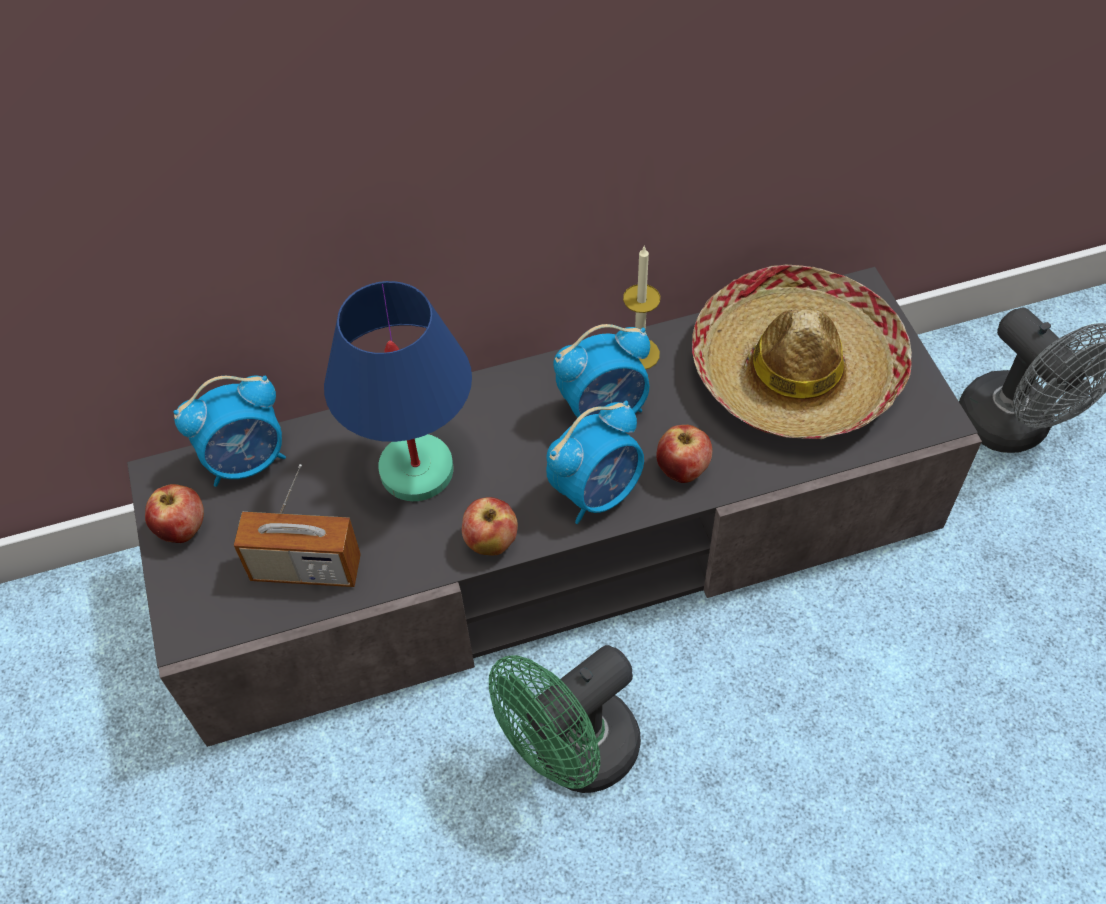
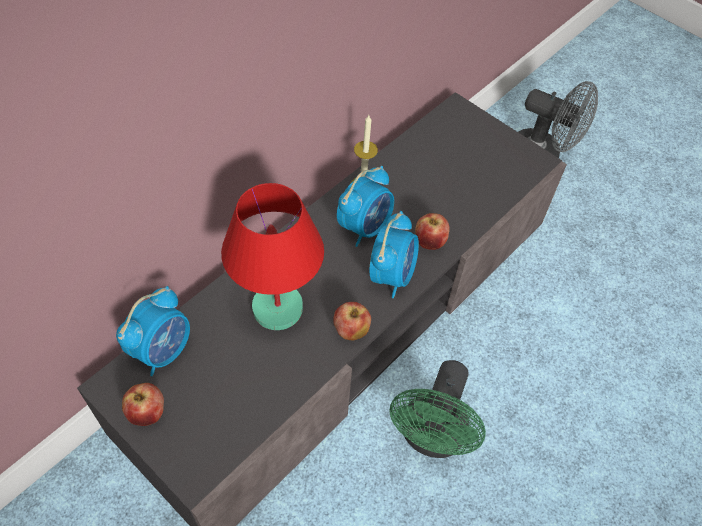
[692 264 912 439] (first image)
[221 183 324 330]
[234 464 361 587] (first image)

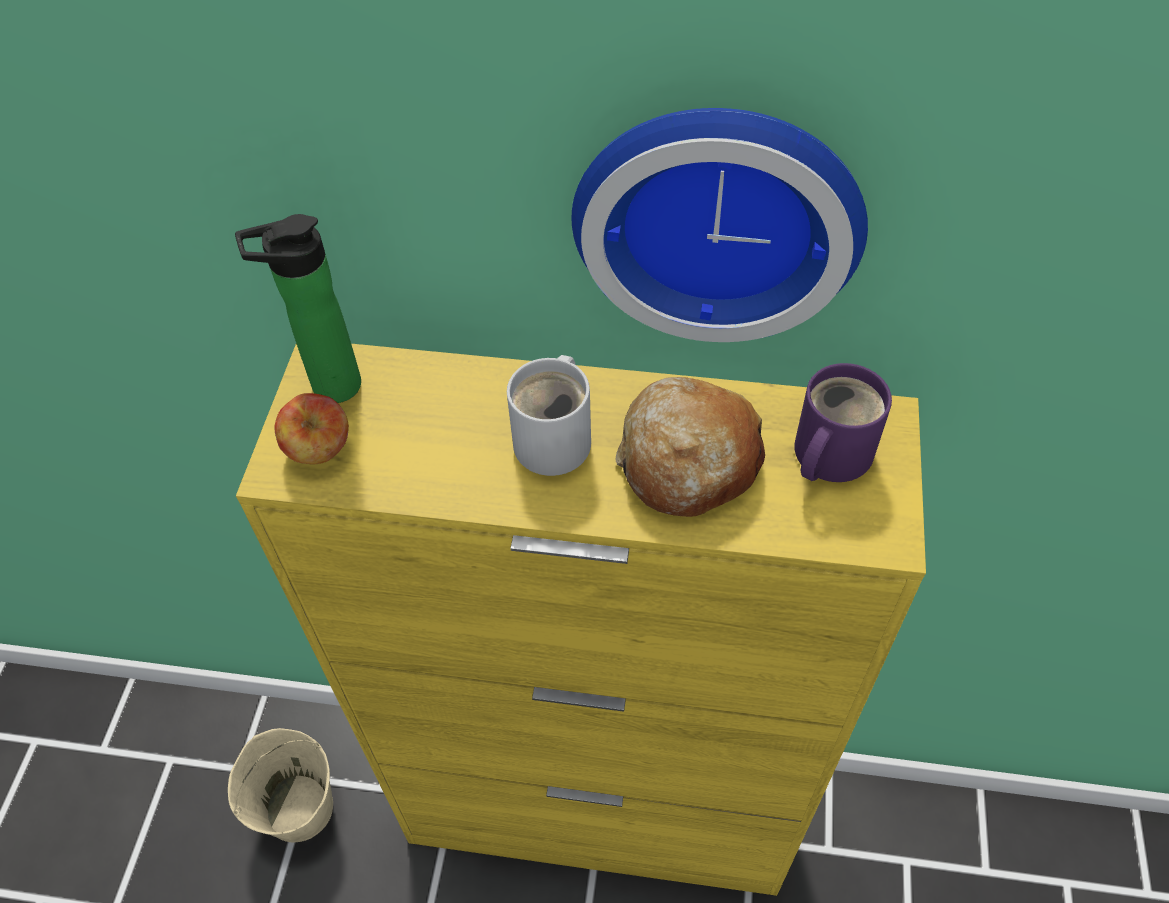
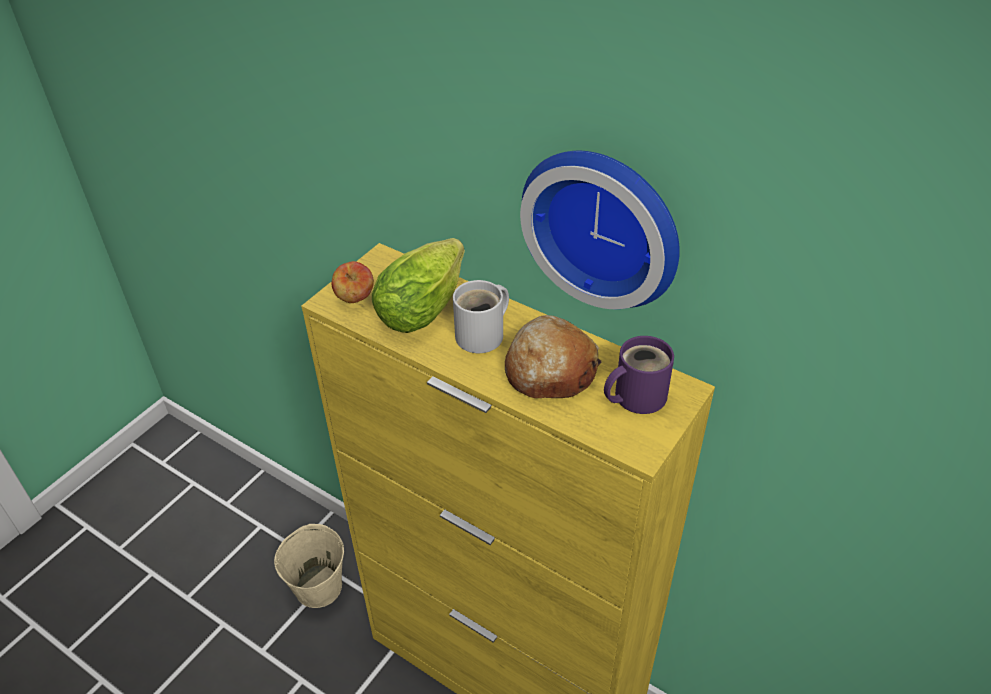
[235 214 361 403] (first image)
[372 238 465 333]

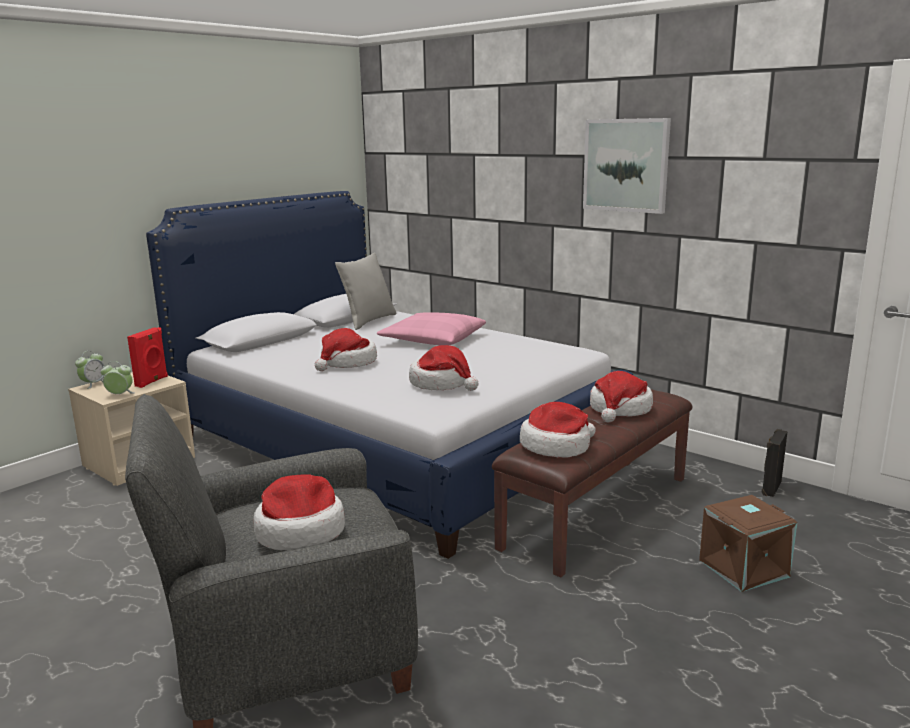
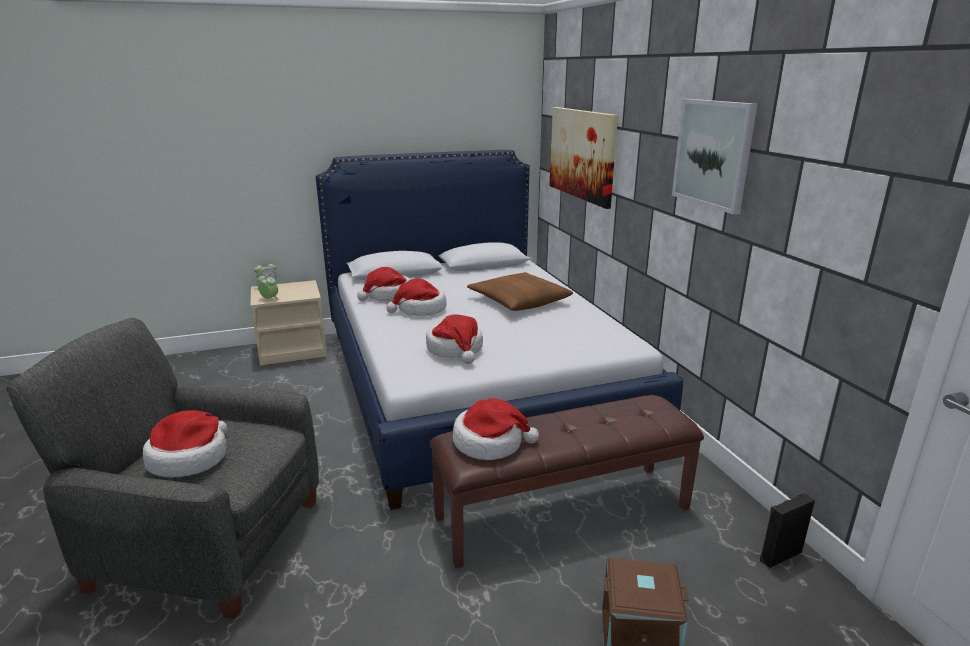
[335 253 396 330] (first image)
[467 272 573 311]
[127 327 168 388] (first image)
[357 267 411 301]
[549 107 618 209]

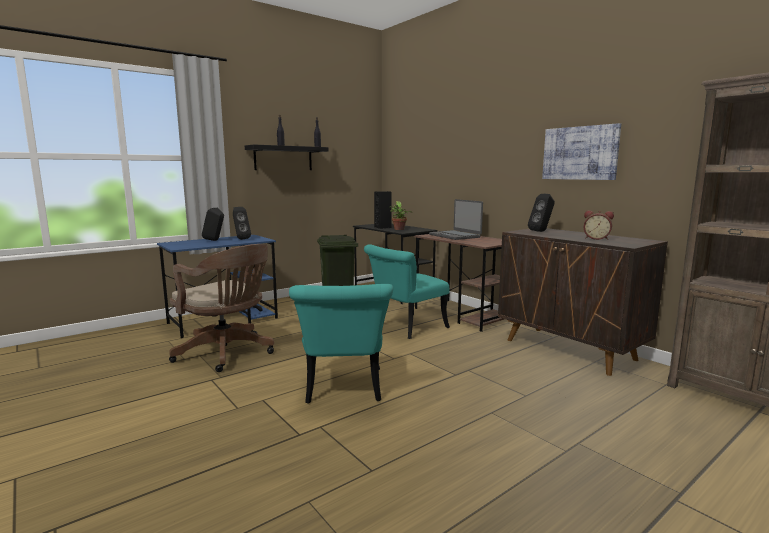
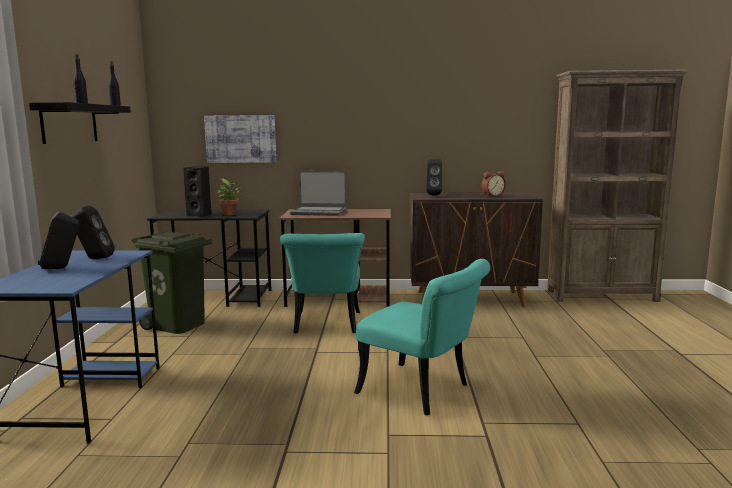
[204 115 276 163]
[169 244 274 372] (first image)

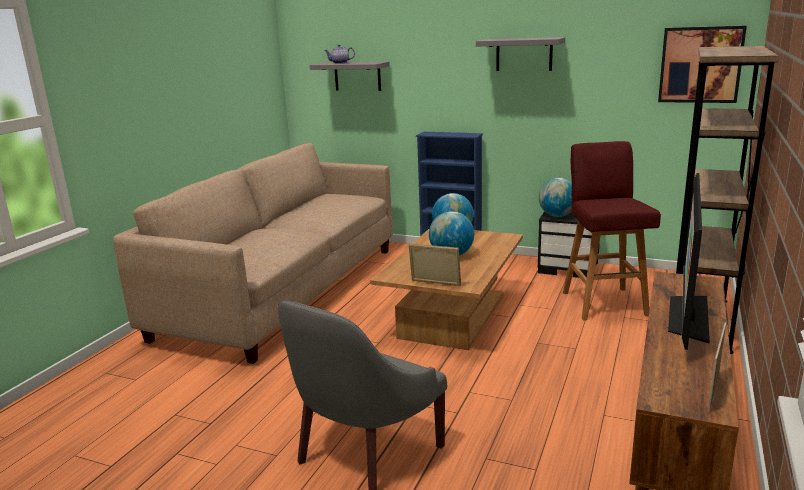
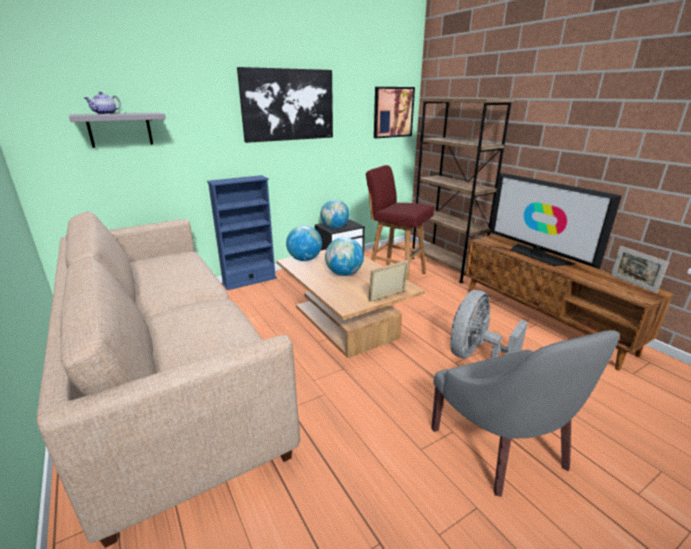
[237 67 333 143]
[450 290 528 358]

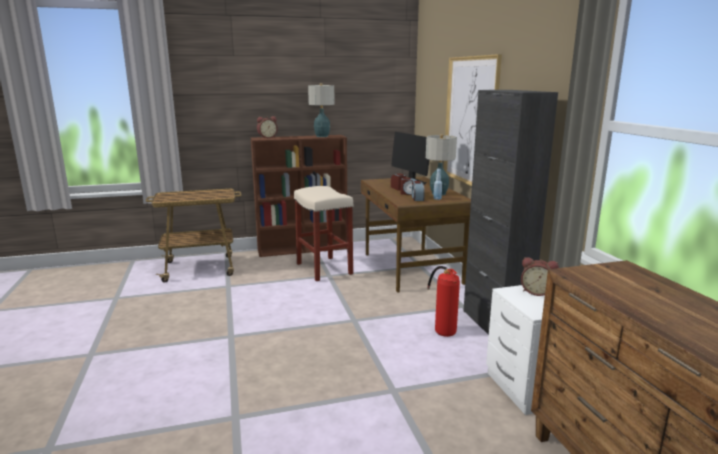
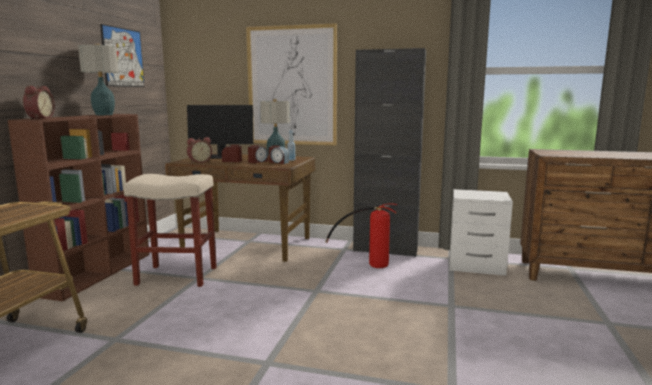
[187 137 212 163]
[100 24 145 87]

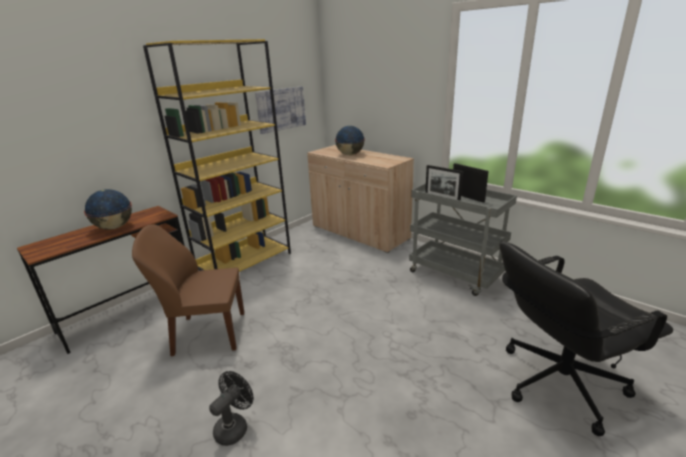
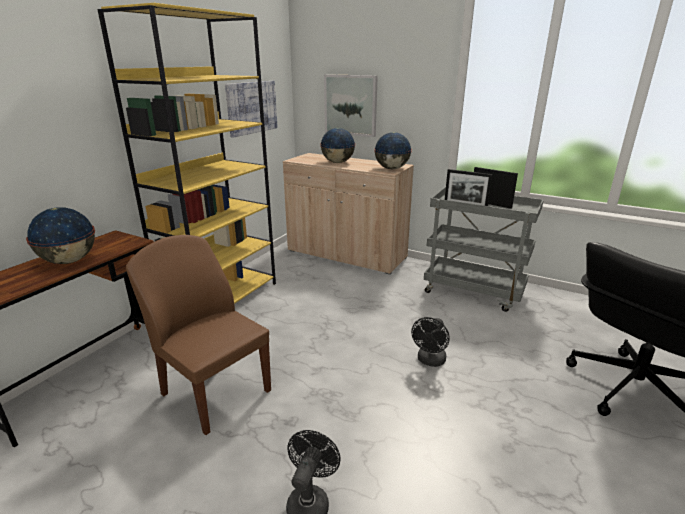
[126 235 271 435]
[324 74 378 137]
[374 132 412 169]
[411 317 450 367]

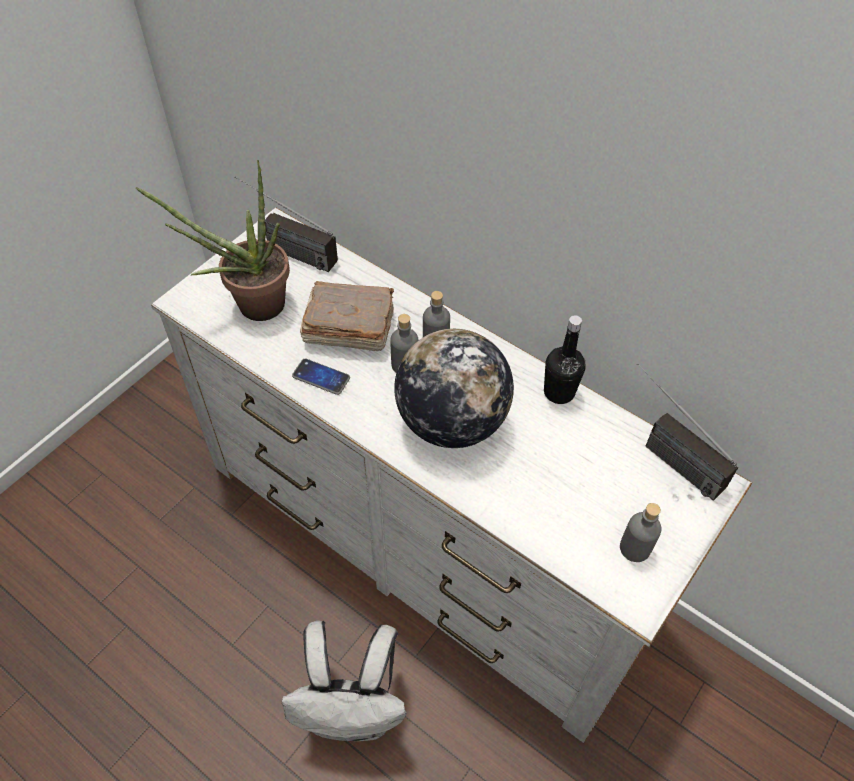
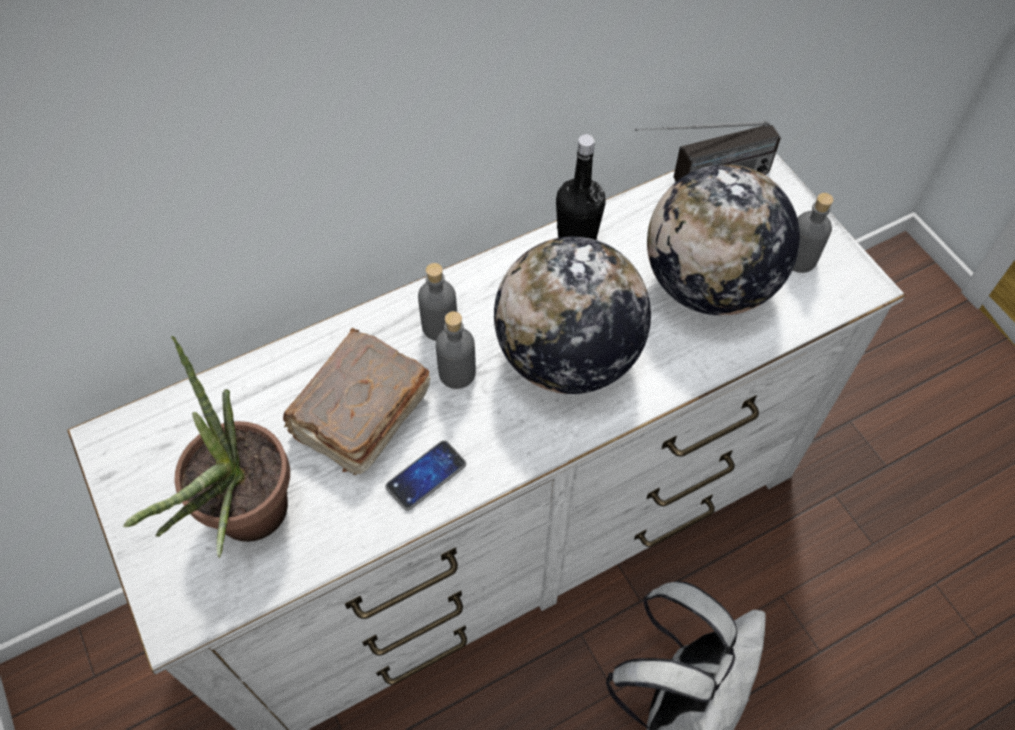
[234 176 338 272] (first image)
[647 164 800 315]

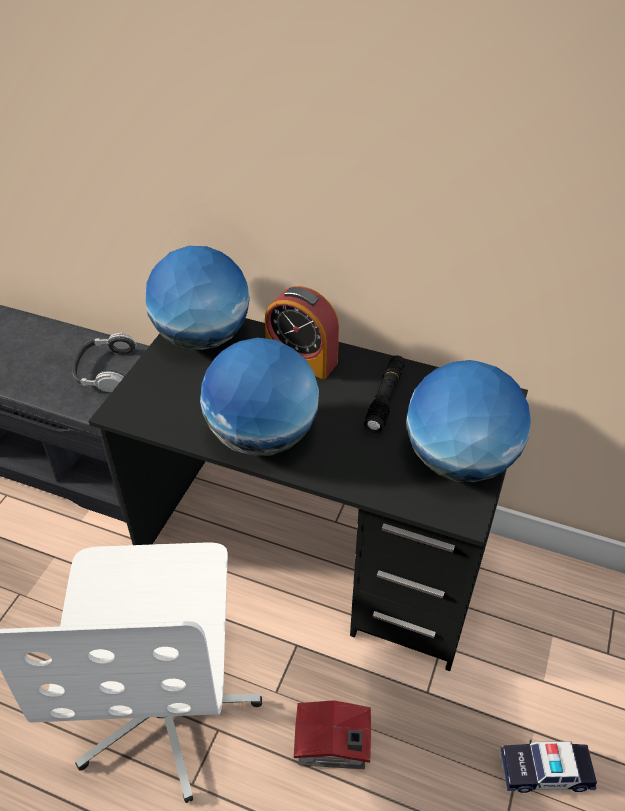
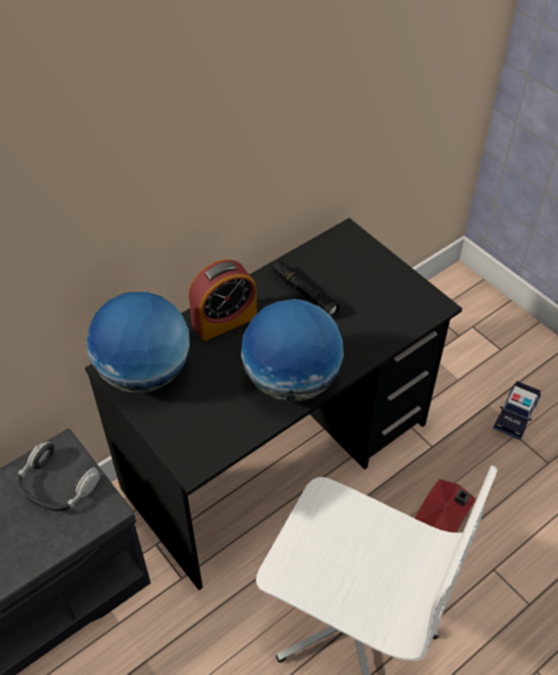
[406 360 531 482] (first image)

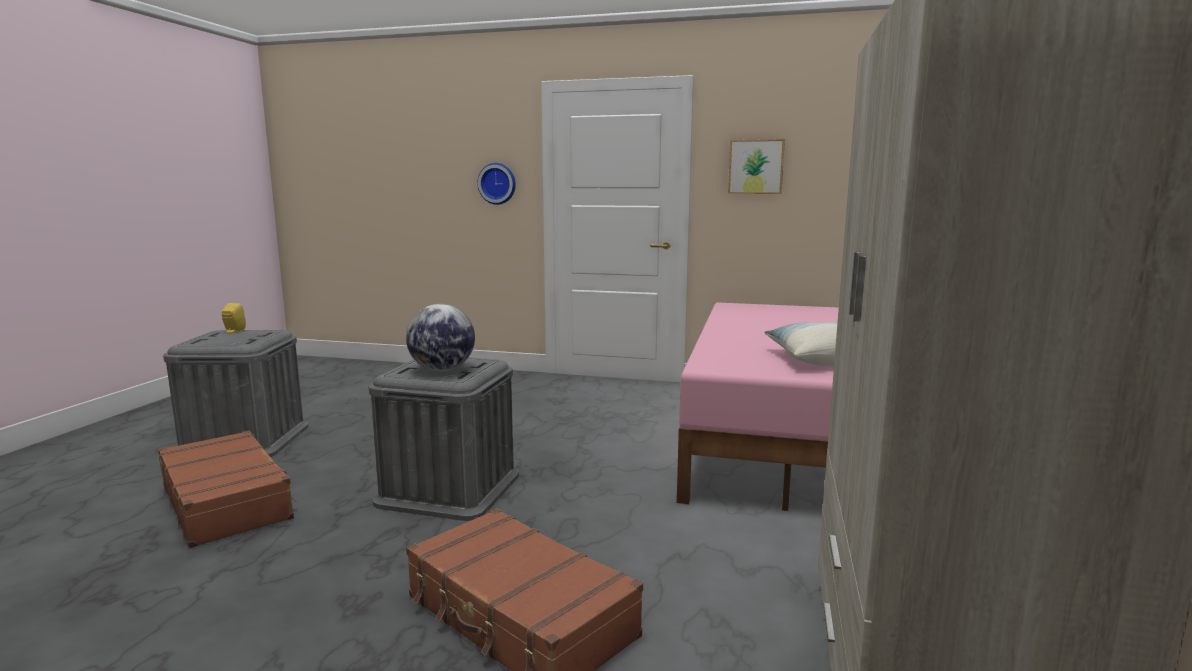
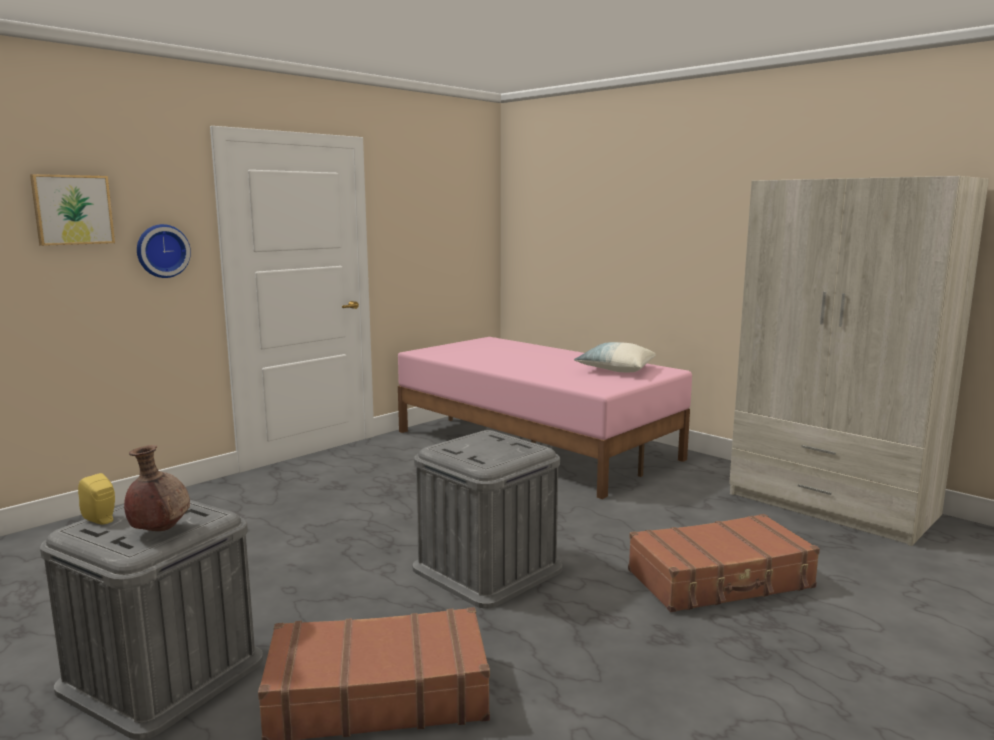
[30 174 115 246]
[406 304 475 371] (first image)
[124 445 190 531]

